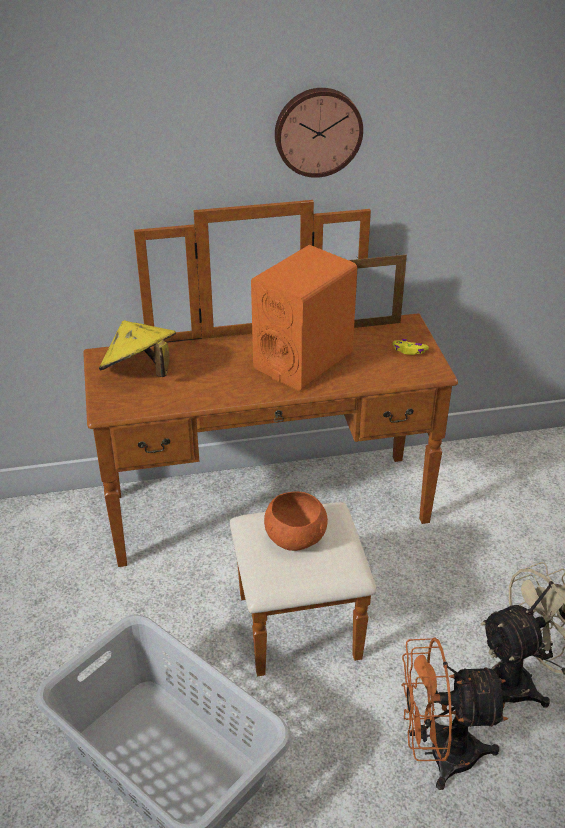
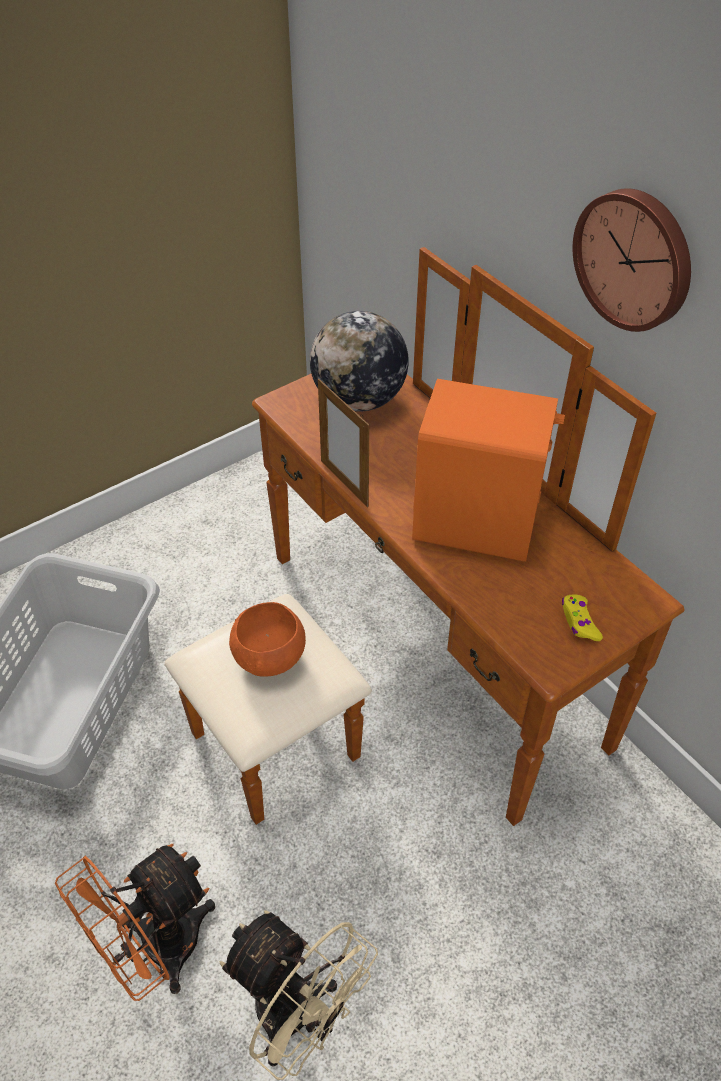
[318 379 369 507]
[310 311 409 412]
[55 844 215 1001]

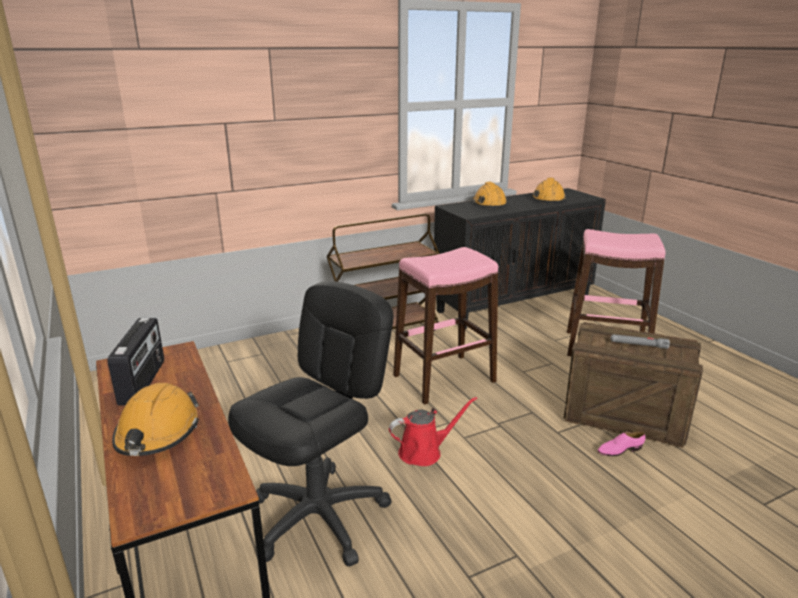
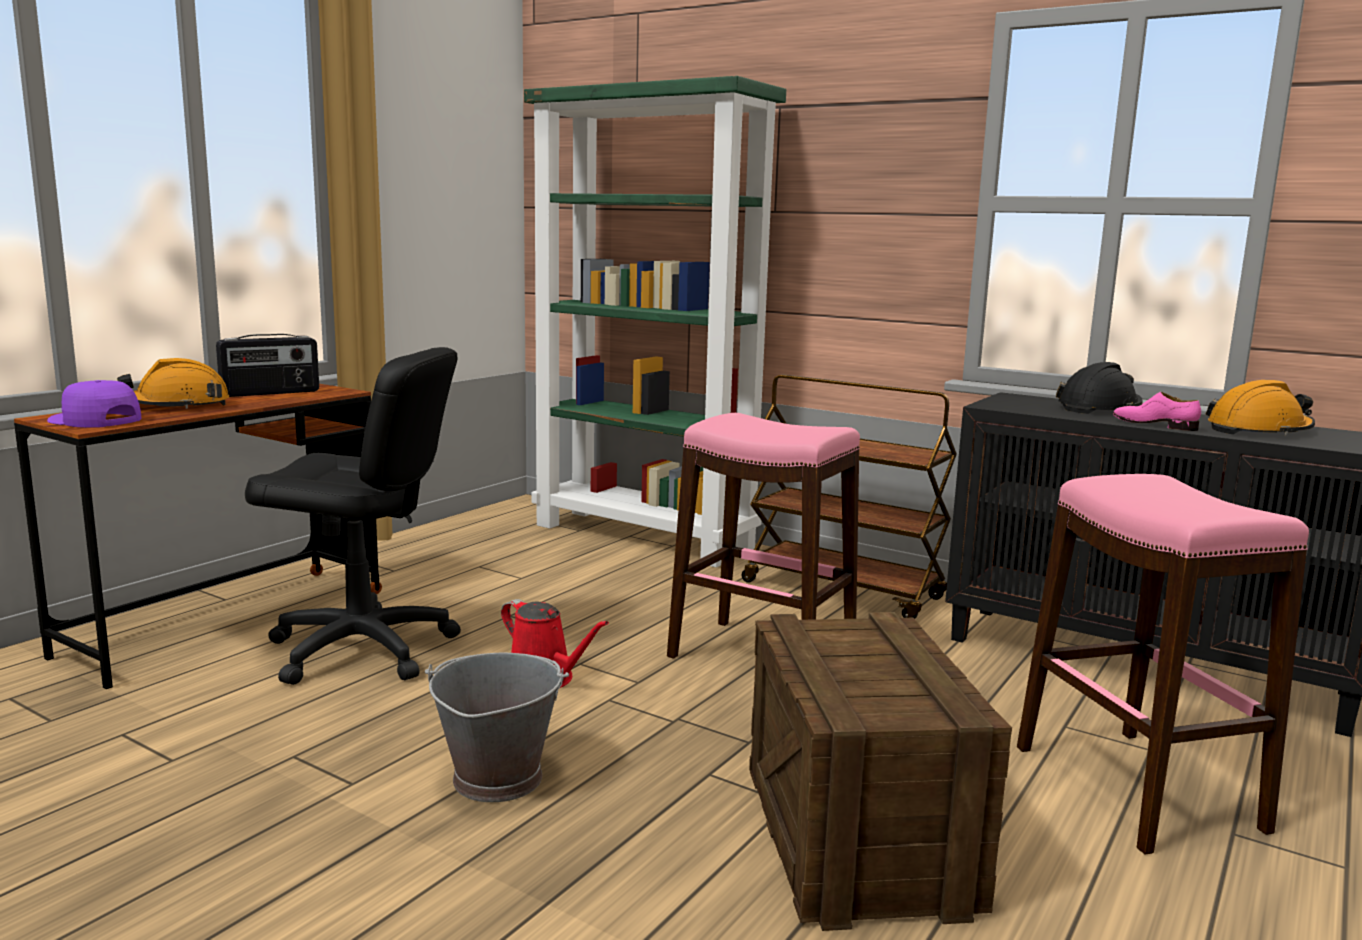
[1056 362 1143 414]
[610 334 670 349] (first image)
[1113 392 1201 431]
[524 76 786 567]
[47 380 141 428]
[425 653 569 802]

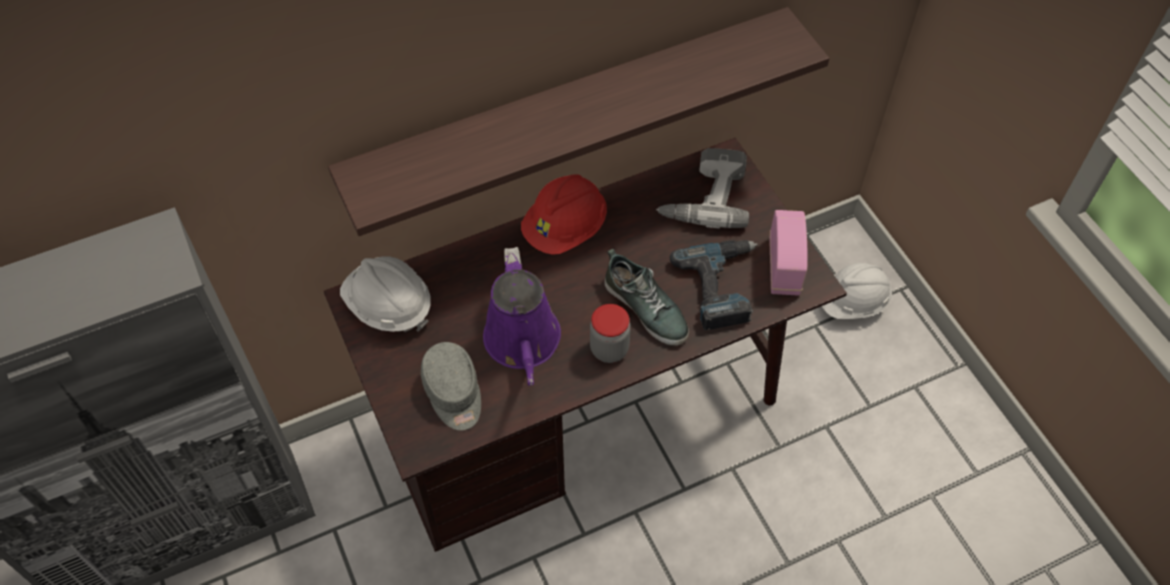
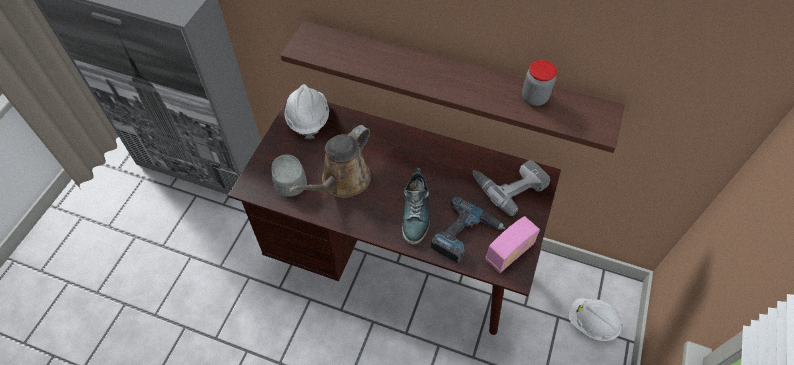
[521 174 607 255] (first image)
[288 125 371 198]
[522 60 557 106]
[271 154 307 197]

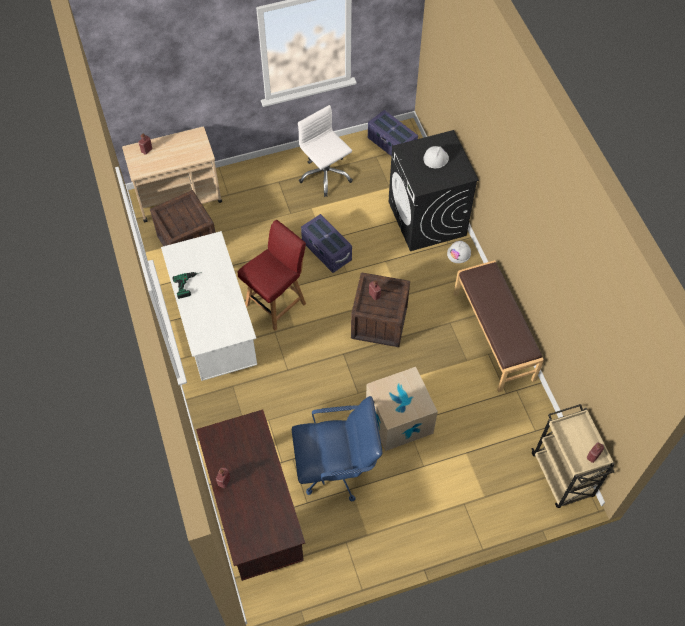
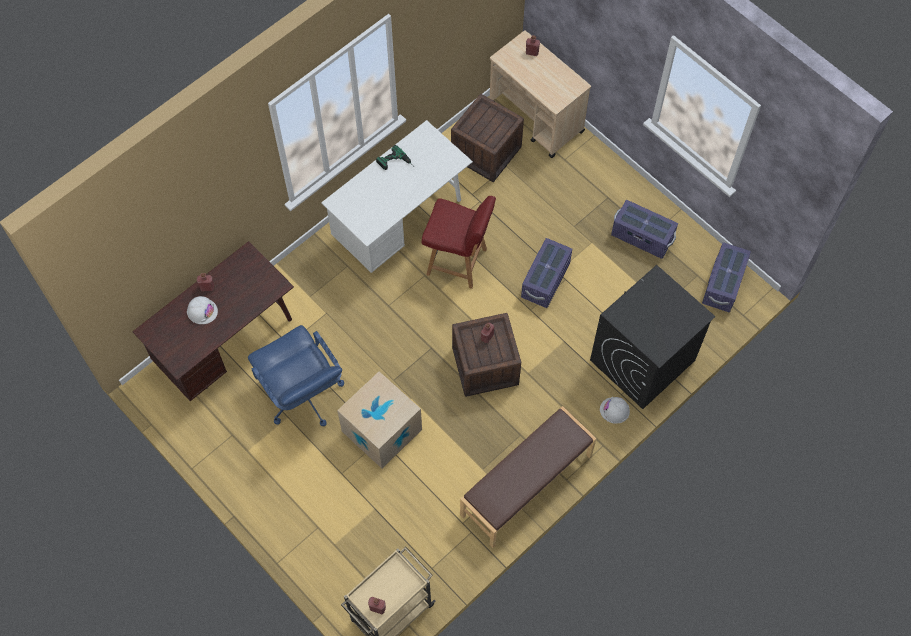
[611 200 678 259]
[187 296 218 324]

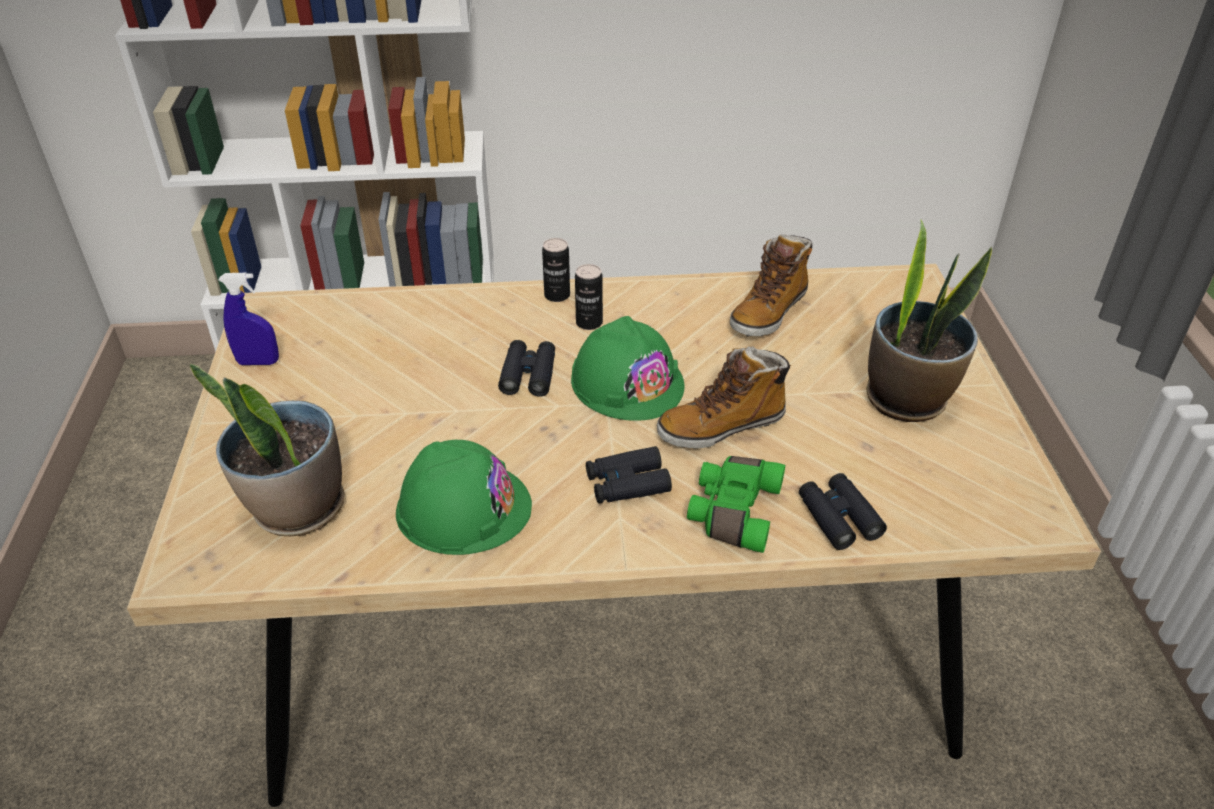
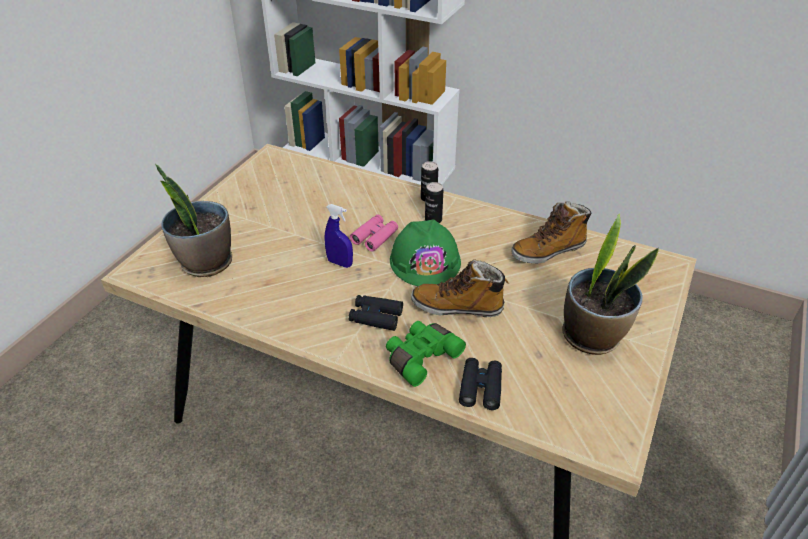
[324 204 353 268]
[350 215 398 252]
[396 440 532 555] (first image)

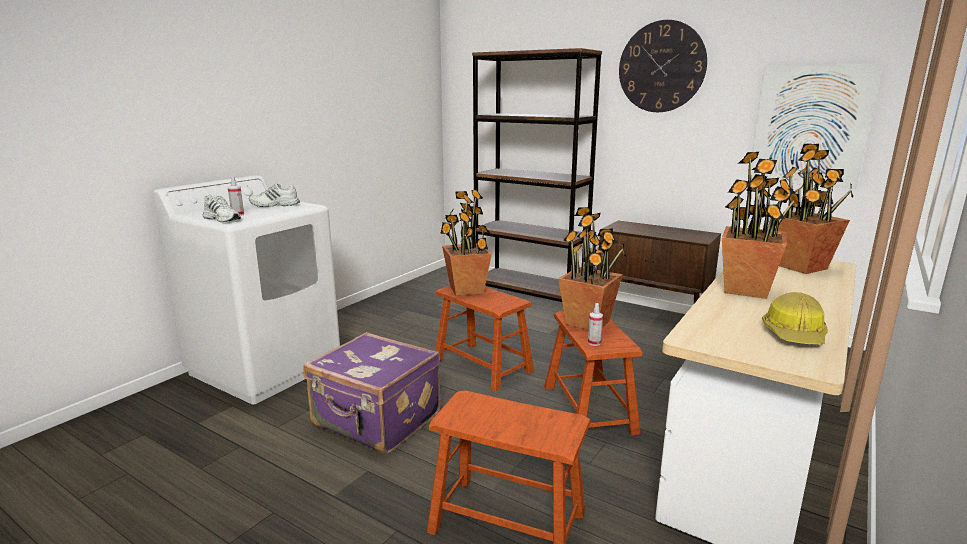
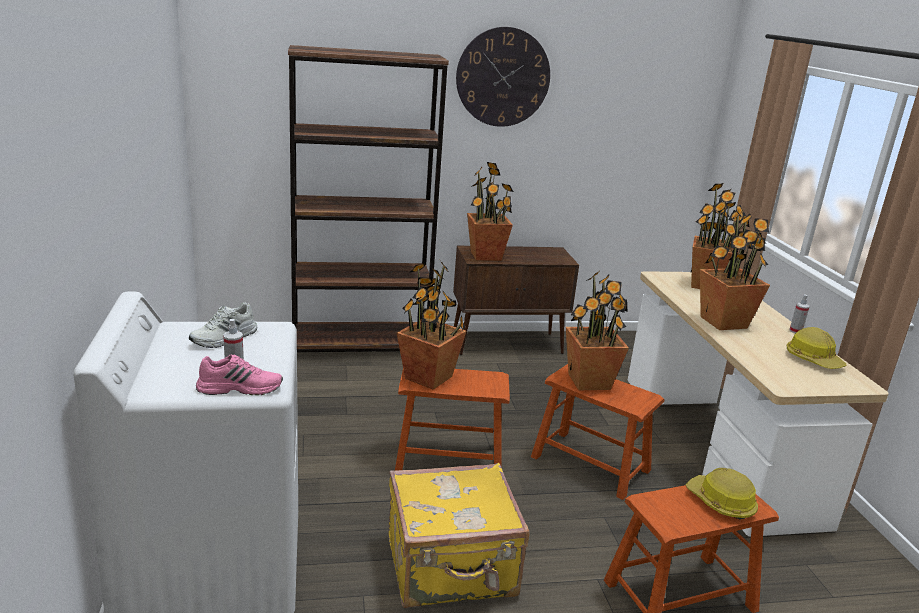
[751 64 882 189] (first image)
[196 355 283 395]
[789 294 809 333]
[388 463 530 608]
[467 162 513 261]
[686 468 758 520]

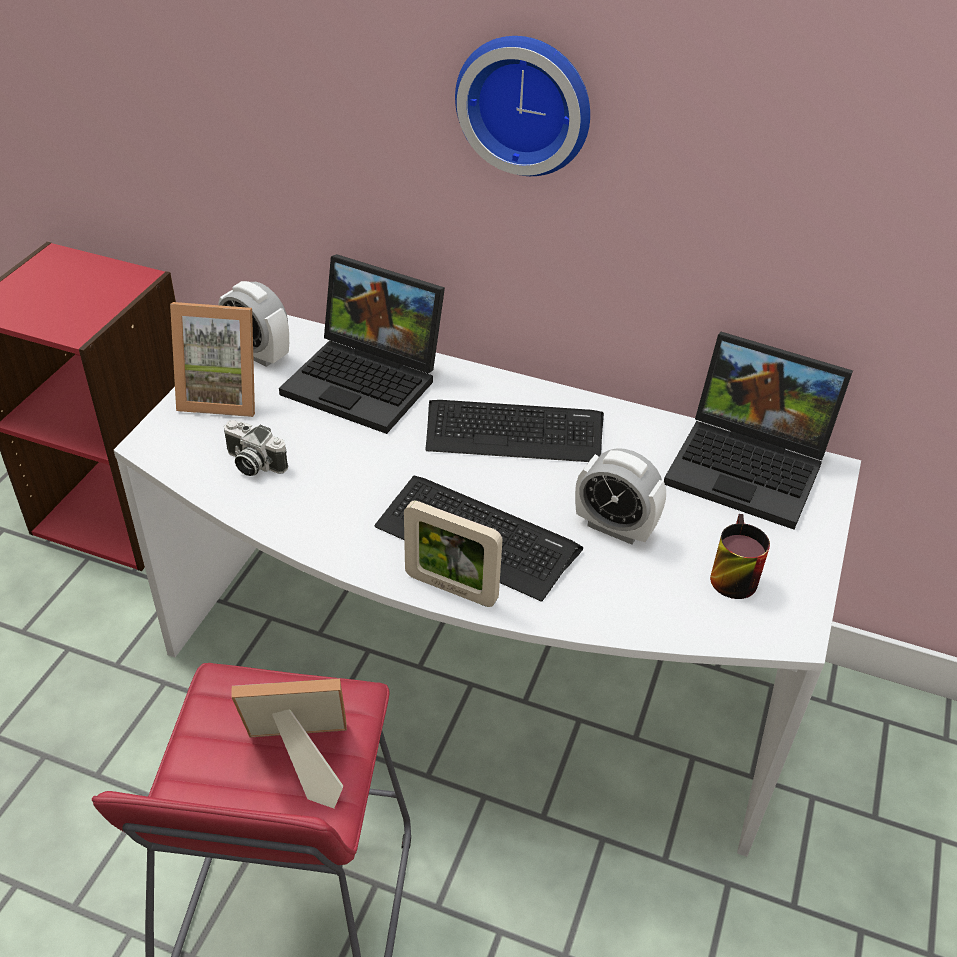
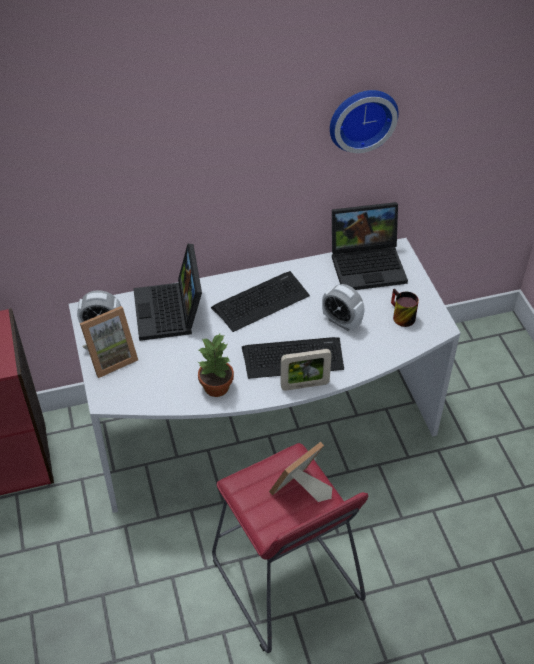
[330 90 399 153]
[133 244 202 341]
[224 420 288 476] (first image)
[322 284 364 331]
[198 334 234 397]

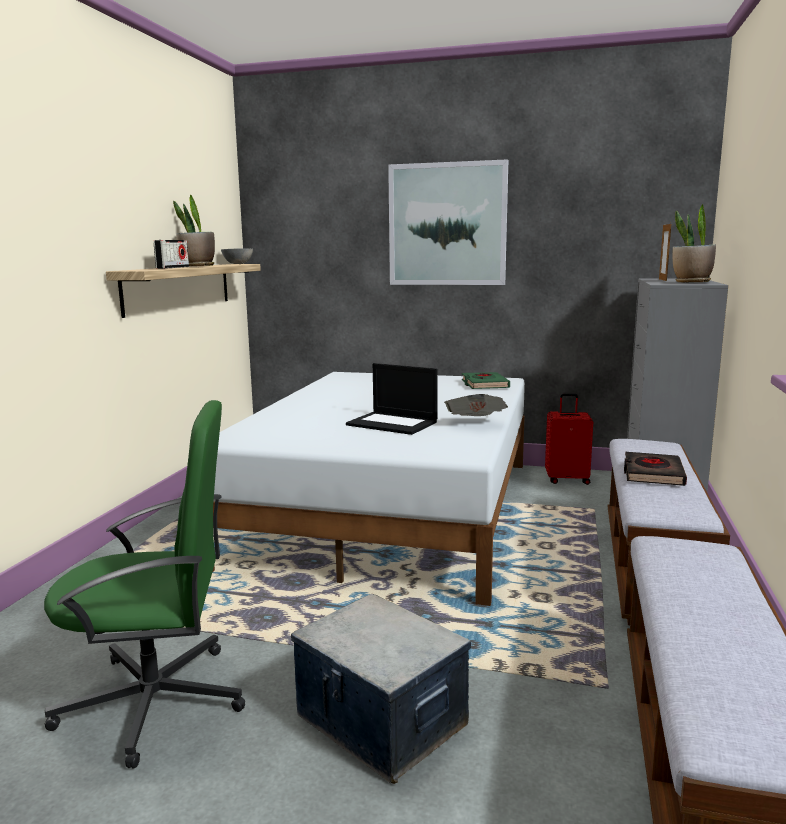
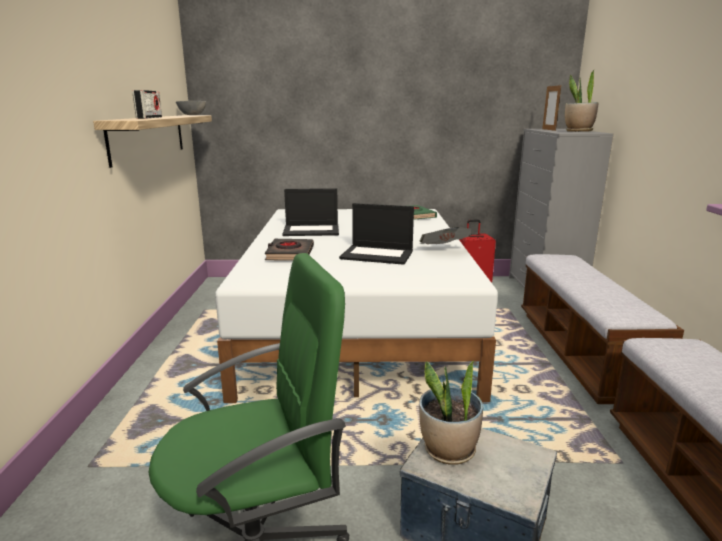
[388 159 508 285] (first image)
[419 361 483 465]
[265 239 314 261]
[282 188 339 236]

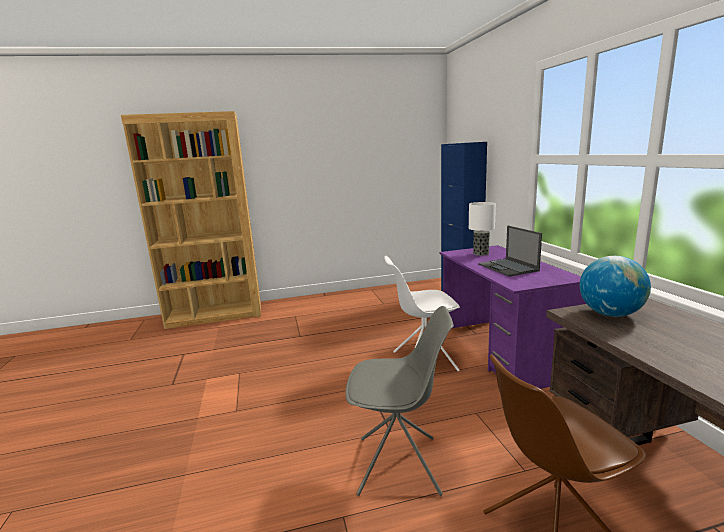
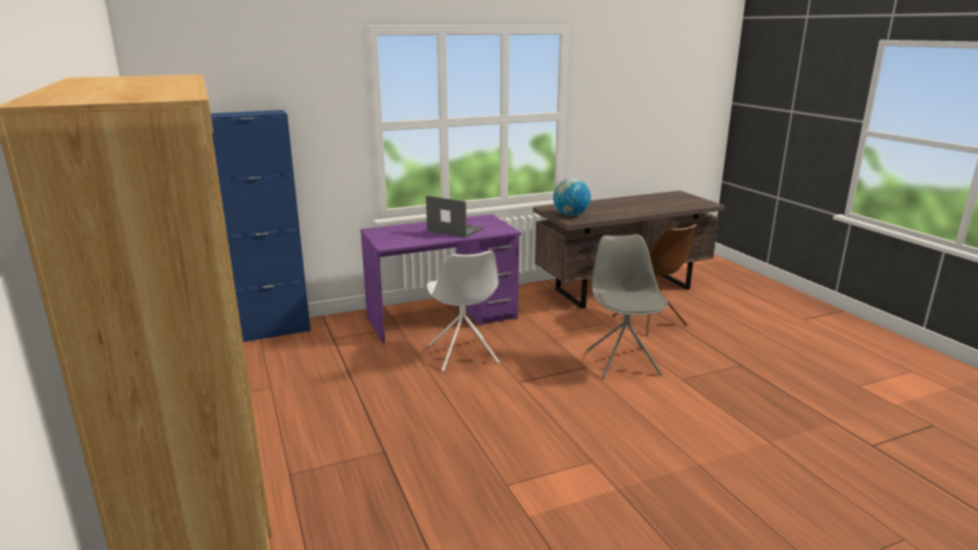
[469 202 496 256] (first image)
[426 196 484 238]

